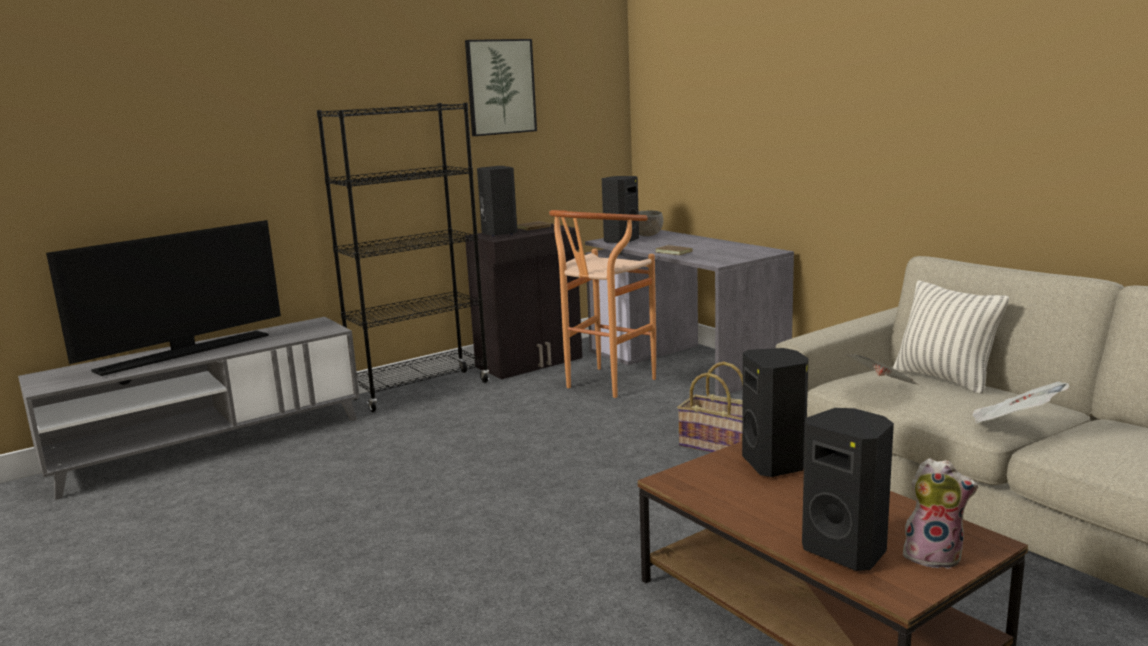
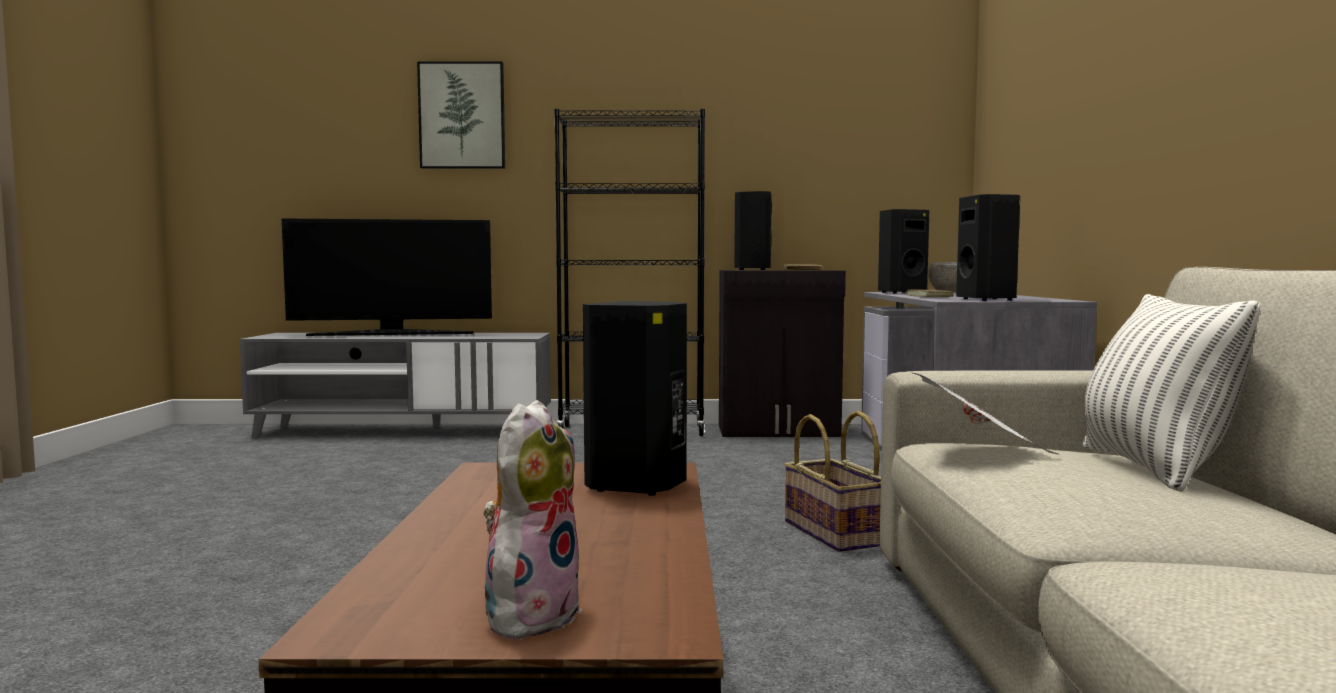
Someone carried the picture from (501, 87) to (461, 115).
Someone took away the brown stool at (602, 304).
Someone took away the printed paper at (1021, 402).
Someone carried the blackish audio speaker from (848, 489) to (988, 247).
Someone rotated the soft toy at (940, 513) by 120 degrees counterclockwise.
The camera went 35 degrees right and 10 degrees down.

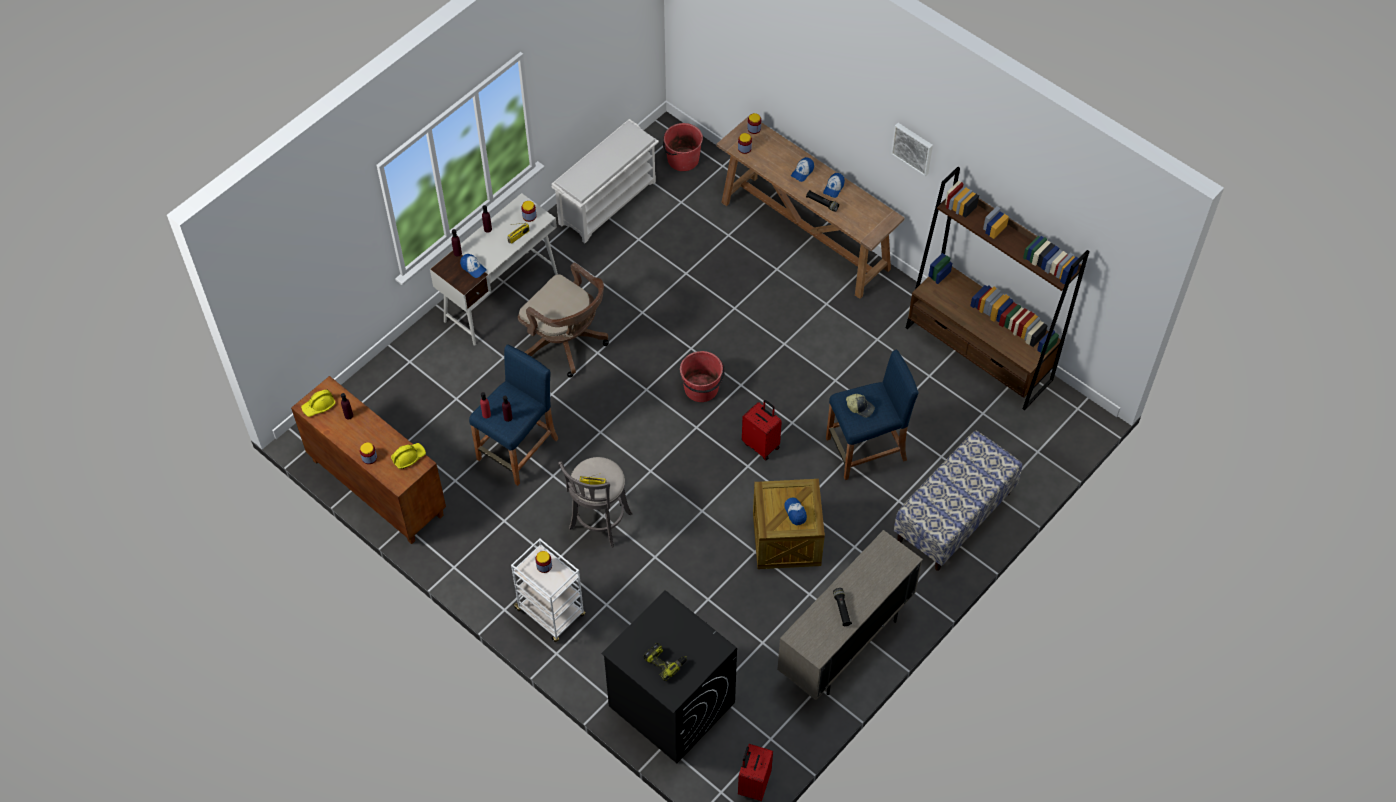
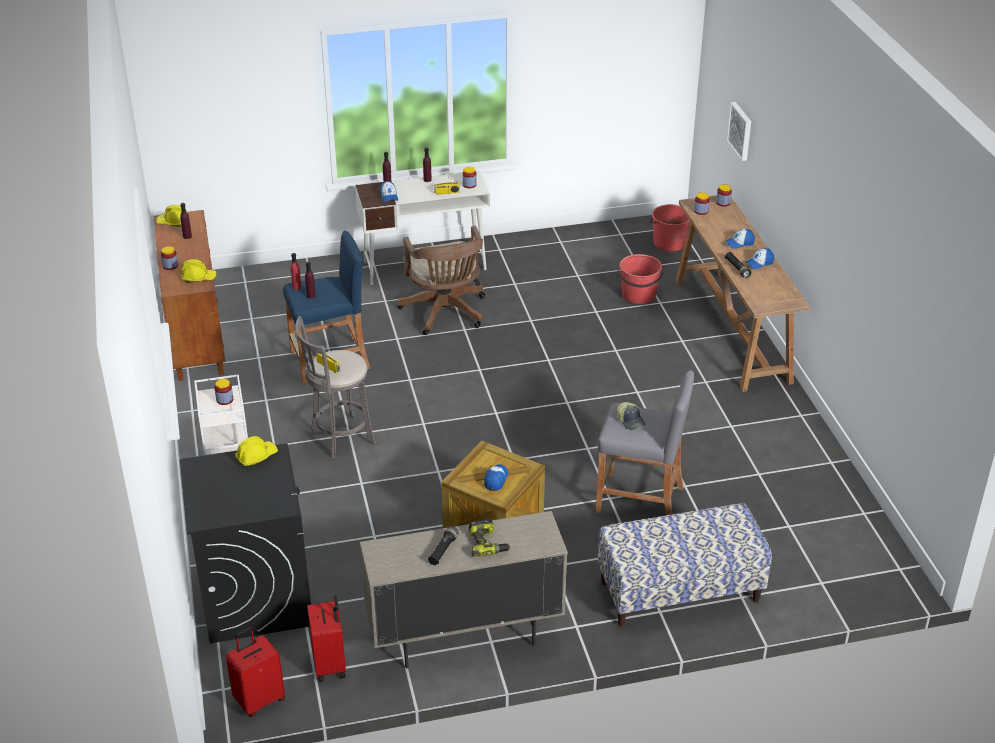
Someone took away the whitish shoe stand at (605, 181).
Someone carried the picture from (912, 149) to (739, 131).
Someone took away the brown bookshelf at (997, 288).
Someone repainted the bluish stool at (872, 414), which became the gray stool at (645, 442).
Someone carried the red pail from (702, 376) to (641, 279).
Someone carried the red piece of luggage from (762, 430) to (326, 638).
Someone carried the electric drill from (665, 662) to (490, 538).
Someone put down the yellow work helmet at (256, 451).
The camera went 35 degrees right and 20 degrees down.

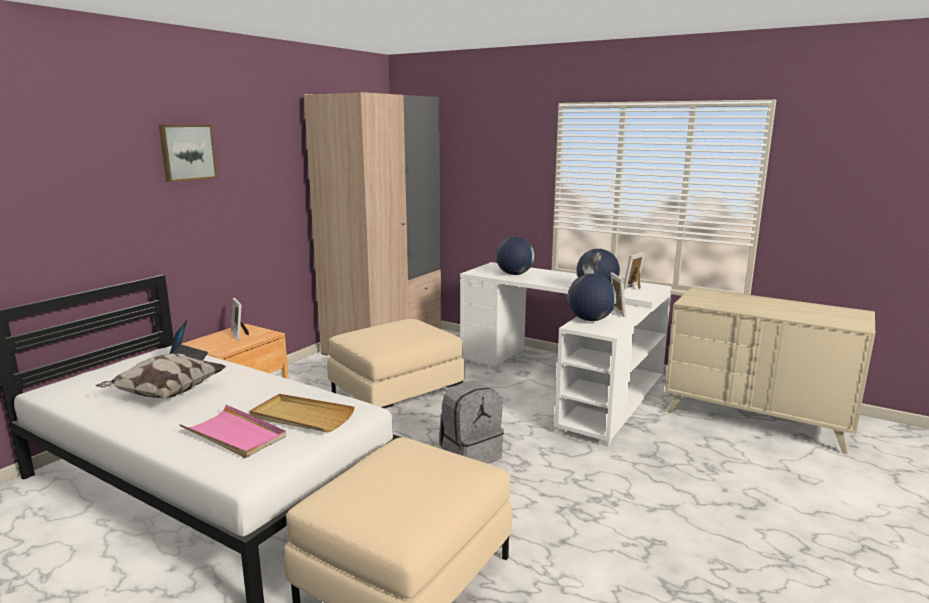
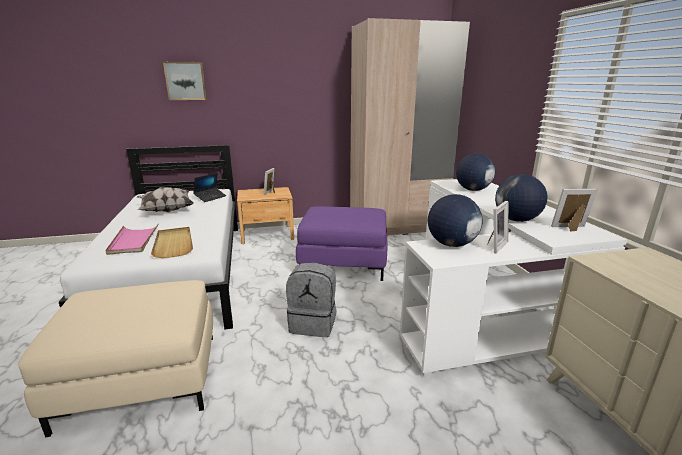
Someone carried the picture from (188, 153) to (184, 81).
Someone repainted the sand-coloured ottoman at (396, 363), which became the purplish ottoman at (341, 243).
The camera went 45 degrees right and 5 degrees up.

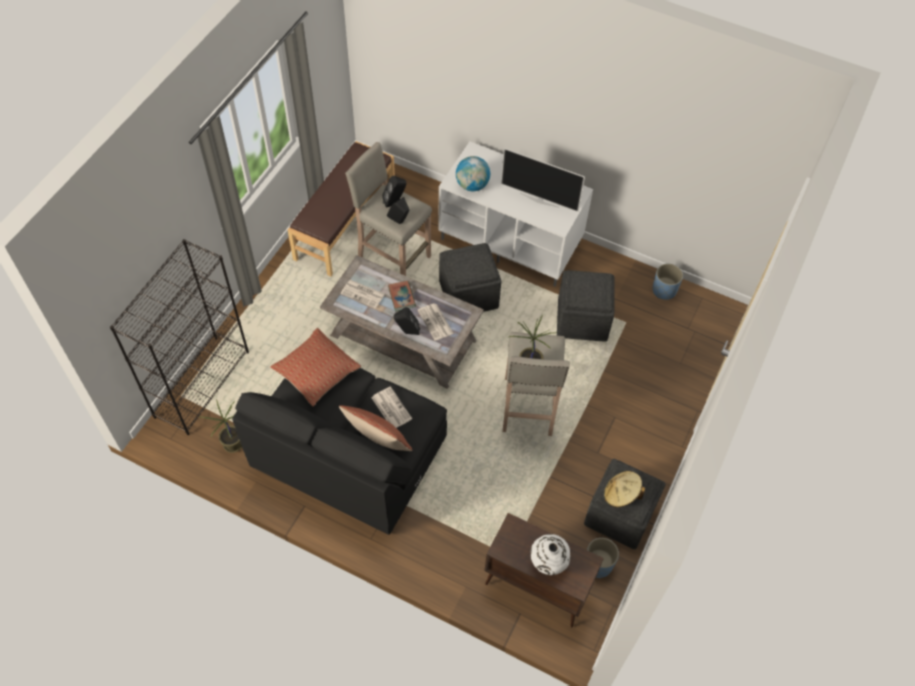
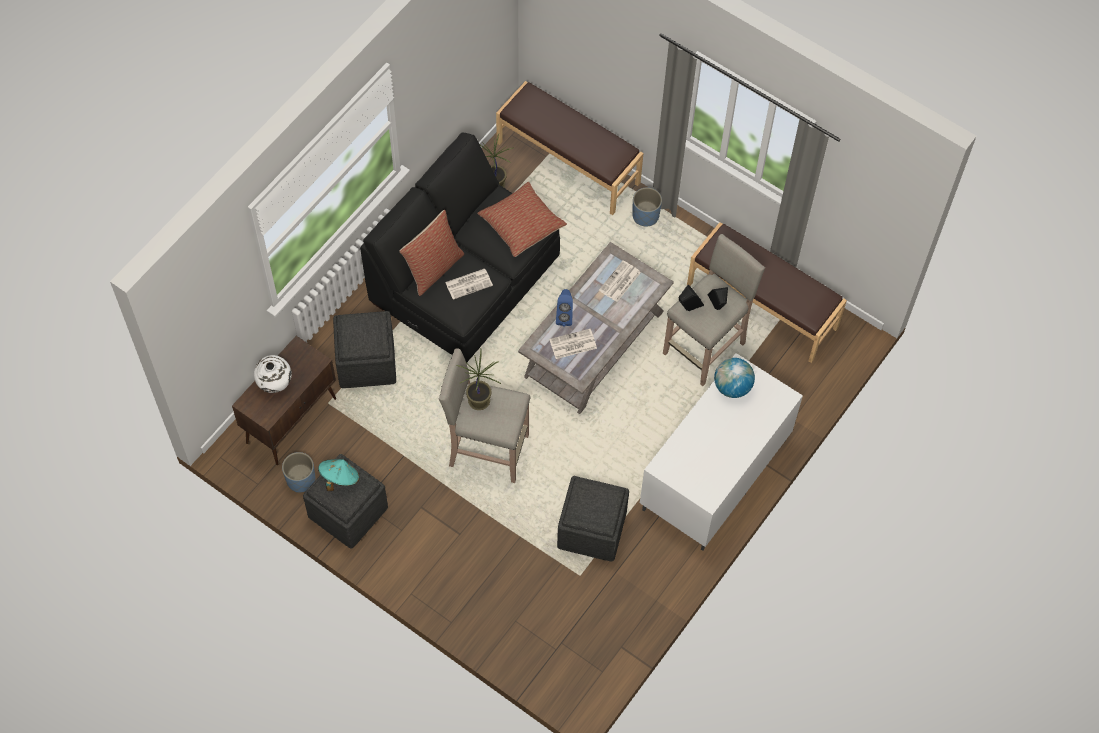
Someone took away the television at (543, 180).
Someone swapped the blackish bookshelf at (179, 337) for the brown long seat at (569, 148).
Someone carried the gray ottoman from (470, 277) to (364, 349).
Someone carried the bluish planter from (667, 282) to (647, 206).
Someone took away the volume at (402, 296).
Someone repainted the blackish audio speaker at (407, 321), which became the bluish audio speaker at (564, 308).
Someone repainted the sand-coloured hat at (624, 489), which became the blue-green hat at (338, 475).
The camera went 100 degrees right and 5 degrees up.

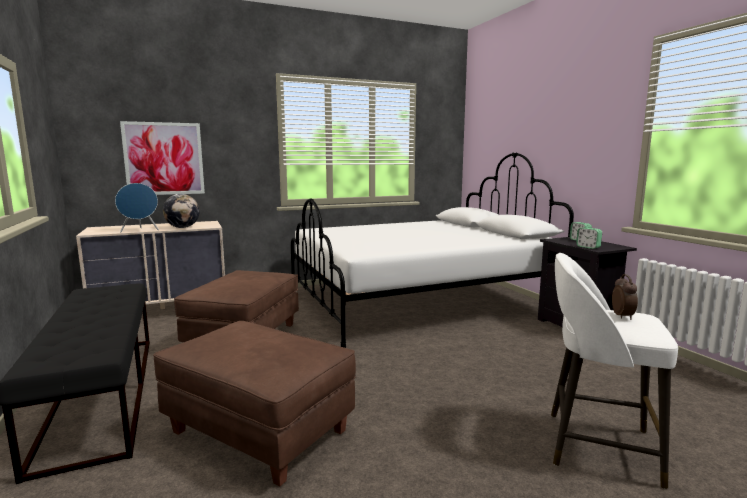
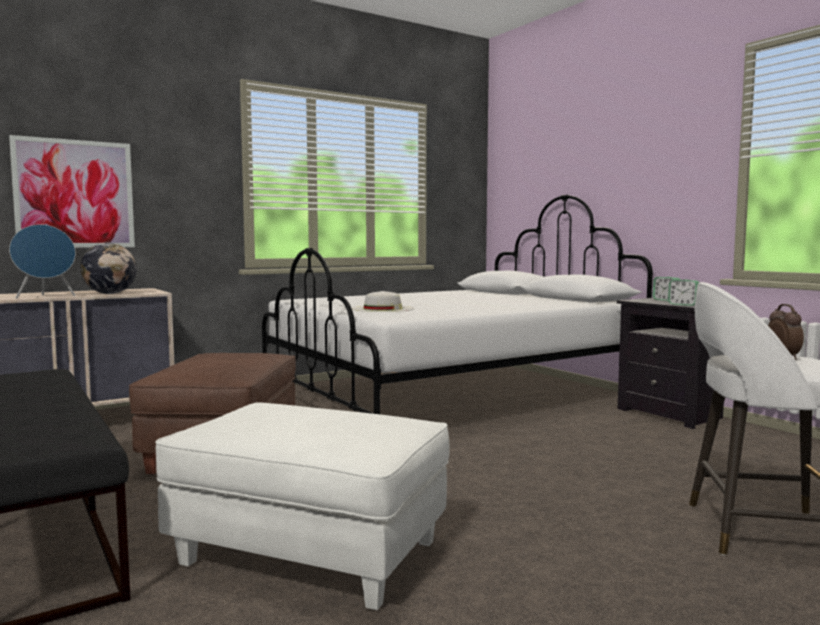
Someone repainted the brown ottoman at (254, 403), which became the whitish ottoman at (302, 506).
Someone put down the whitish hat at (383, 301).
The camera went 10 degrees left and 5 degrees down.

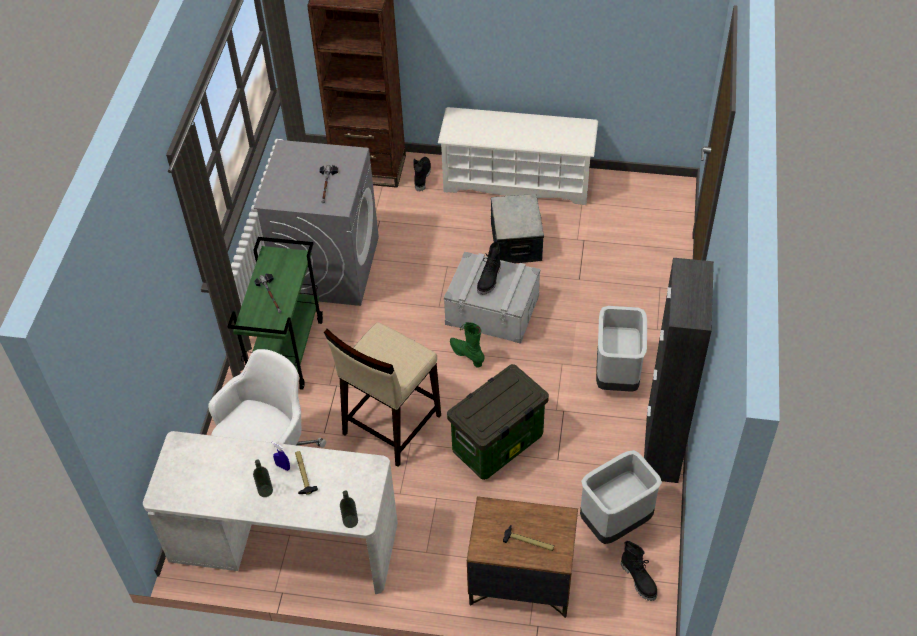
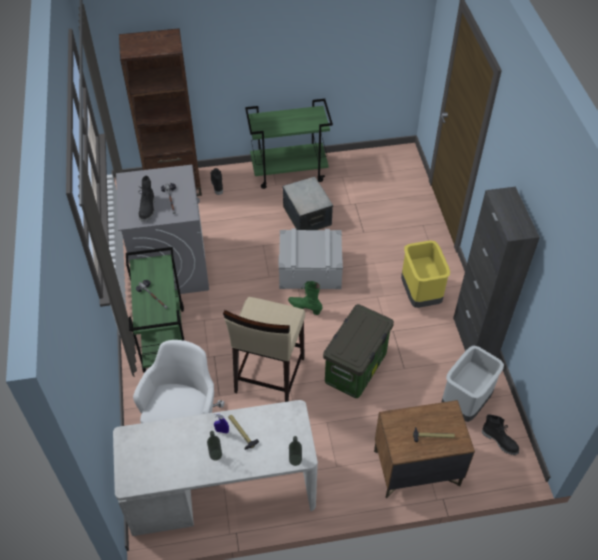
Someone swapped the whitish shoe stand at (518, 156) for the green wheeled cart at (289, 144).
Someone carried the blackish tall boot from (489, 268) to (146, 199).
Someone repainted the gray waste bin at (621, 349), which became the yellow waste bin at (425, 274).
The camera went 20 degrees left and 0 degrees up.

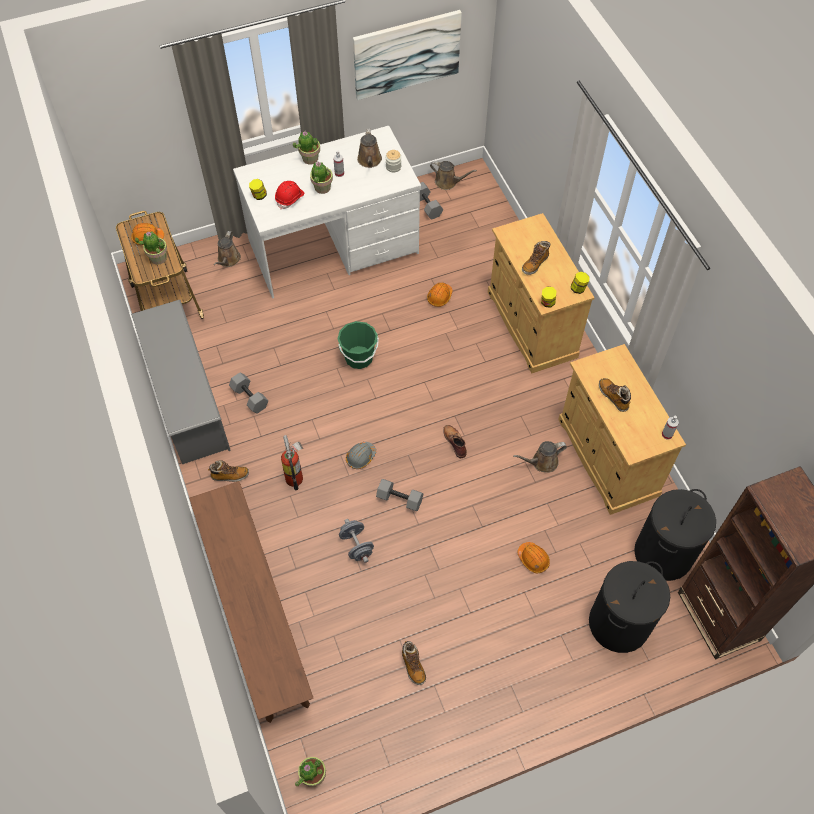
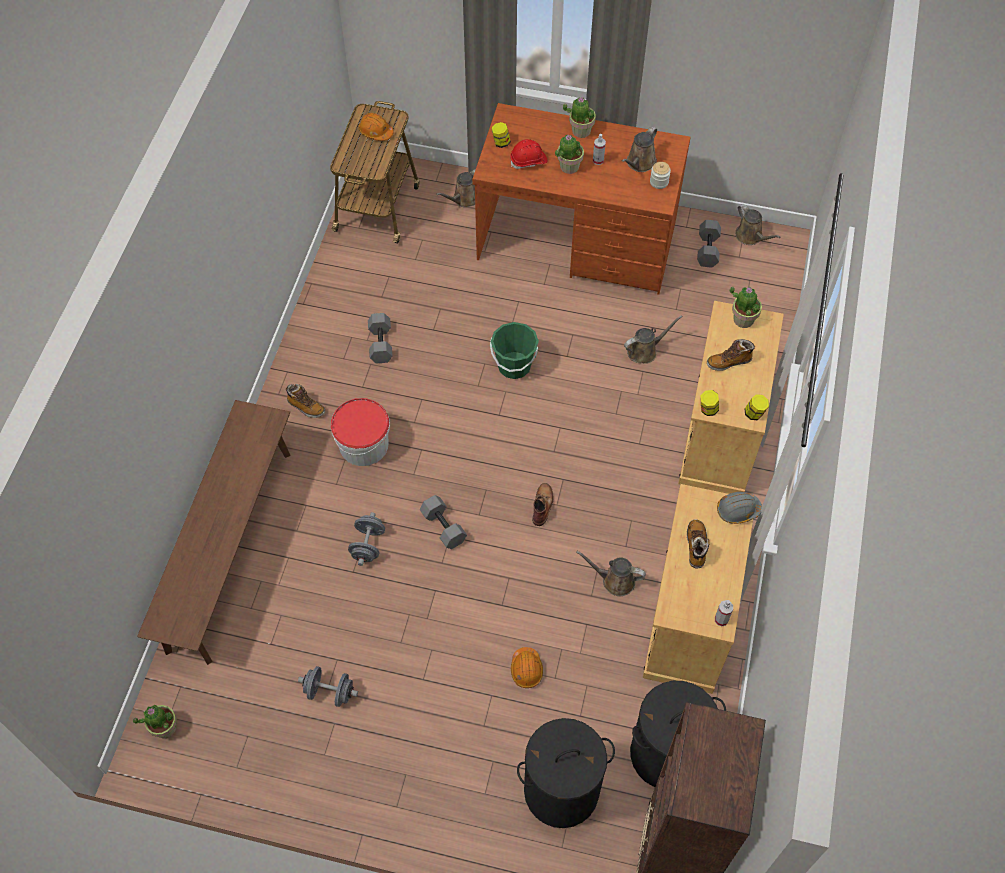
Someone took away the picture at (407, 55).
Someone repainted the whitish desk at (327, 212), which became the brown desk at (581, 199).
Someone carried the houseplant from (151, 248) to (746, 307).
Someone swapped the orange work helmet at (440, 295) for the brown watering pot at (653, 339).
Someone took away the gray shoe stand at (181, 382).
Someone swapped the fire extinguisher at (292, 462) for the pail at (360, 432).
Someone carried the gray work helmet from (361, 455) to (739, 508).
Someone swapped the tall boot at (414, 663) for the gray dumbbell at (328, 686).
The camera went 35 degrees right and 0 degrees up.

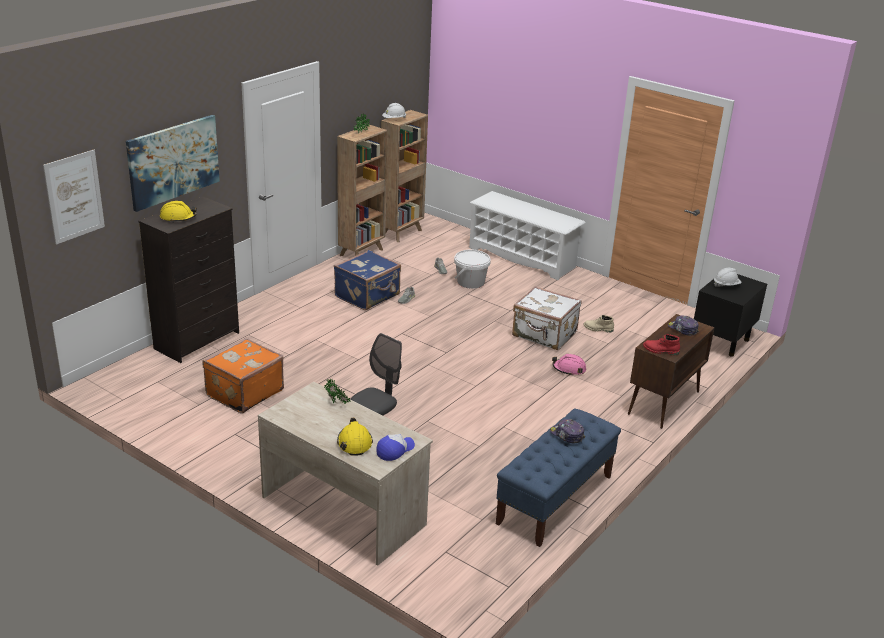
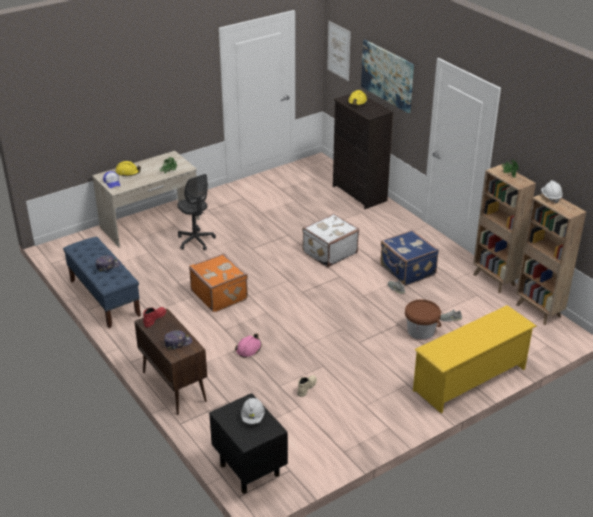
Someone repainted the whitish shoe stand at (527, 235), which became the yellow shoe stand at (475, 359).
Someone repainted the whitish pail at (472, 269), which became the brown pail at (423, 319).
Someone carried the whitish piece of luggage from (546, 318) to (330, 240).
Someone carried the orange piece of luggage from (243, 376) to (218, 282).
The camera went 110 degrees right and 5 degrees up.

